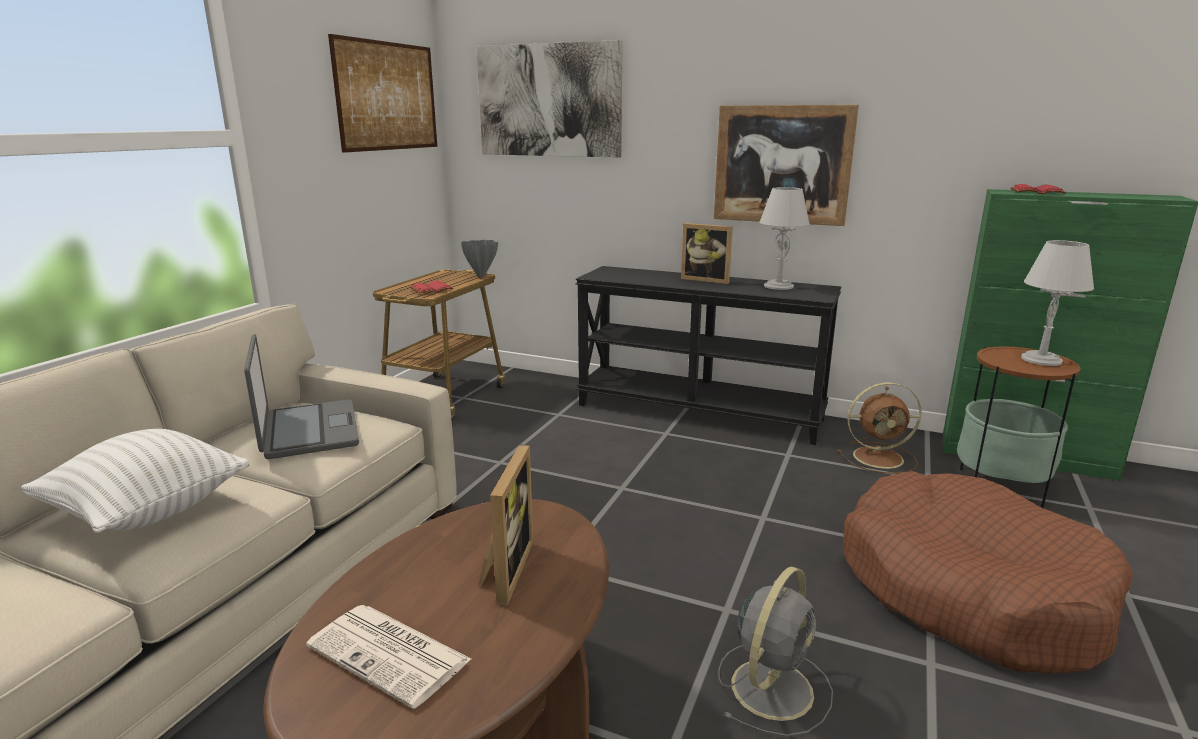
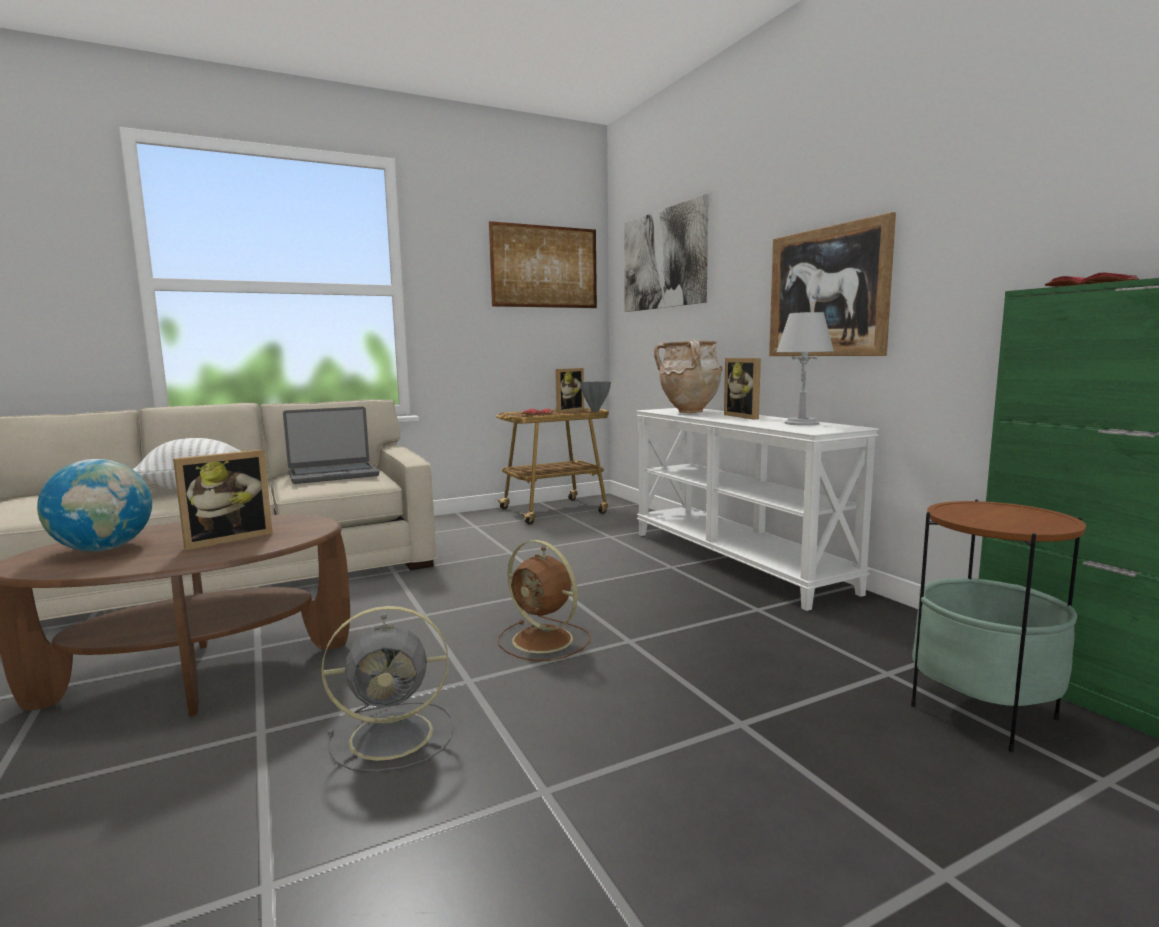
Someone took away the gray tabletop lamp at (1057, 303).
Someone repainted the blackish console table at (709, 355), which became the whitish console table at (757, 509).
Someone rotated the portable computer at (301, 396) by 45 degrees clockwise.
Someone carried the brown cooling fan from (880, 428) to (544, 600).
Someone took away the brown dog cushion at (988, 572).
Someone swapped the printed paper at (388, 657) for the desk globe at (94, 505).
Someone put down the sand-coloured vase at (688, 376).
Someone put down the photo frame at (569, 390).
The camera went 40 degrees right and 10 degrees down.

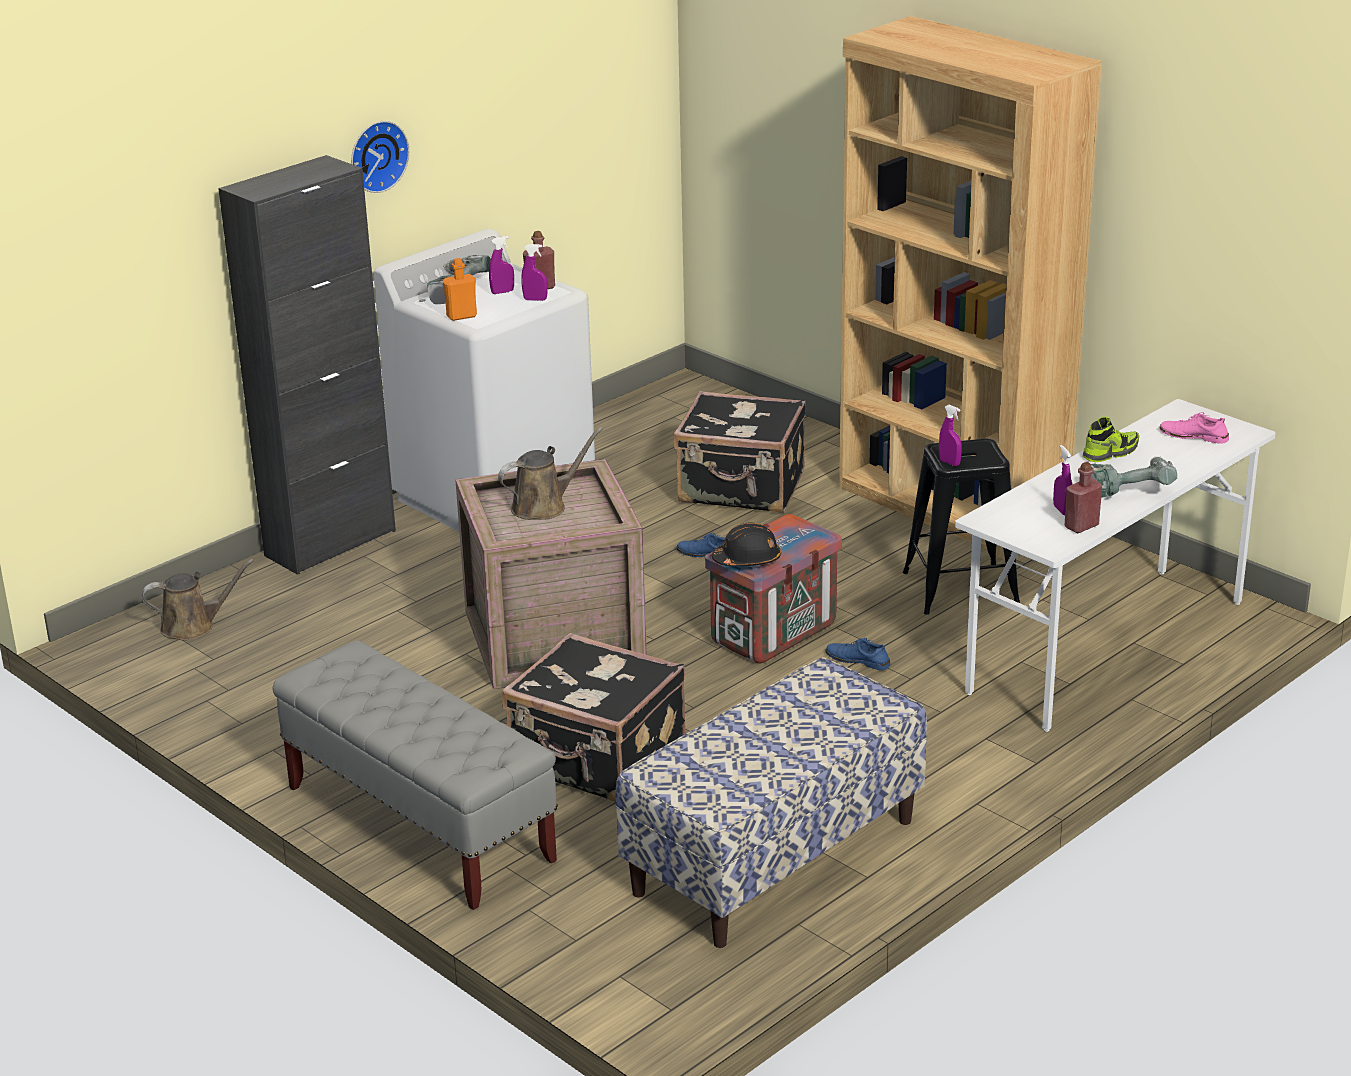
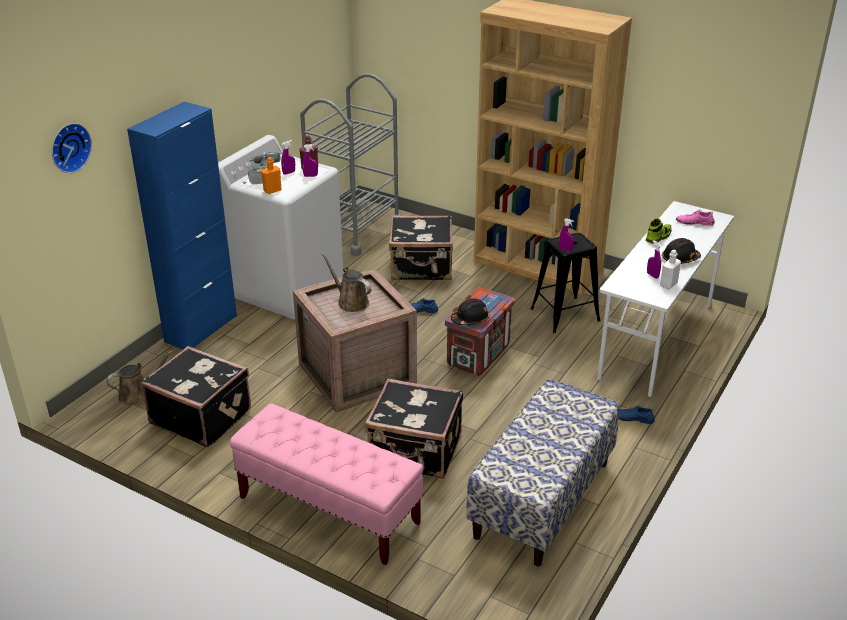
Someone carried the clock on the wall from (380, 157) to (72, 148).
Someone repainted the blackish storage cabinet at (307, 365), which became the bluish storage cabinet at (182, 226).
Someone rotated the brown watering pot at (550, 473) by 90 degrees counterclockwise.
Someone swapped the electric drill at (1134, 477) for the blackish work helmet at (681, 251).
Someone repainted the red drink bottle at (1083, 497), which became the whitish drink bottle at (670, 269).
Someone carried the bluish shoe from (857, 654) to (637, 415).
Someone repainted the gray long seat at (415, 775), which became the pinkish long seat at (326, 484).
Someone put down the gray wheeled cart at (350, 165).
Someone put down the blackish piece of luggage at (196, 396).
The camera went 15 degrees left and 5 degrees up.

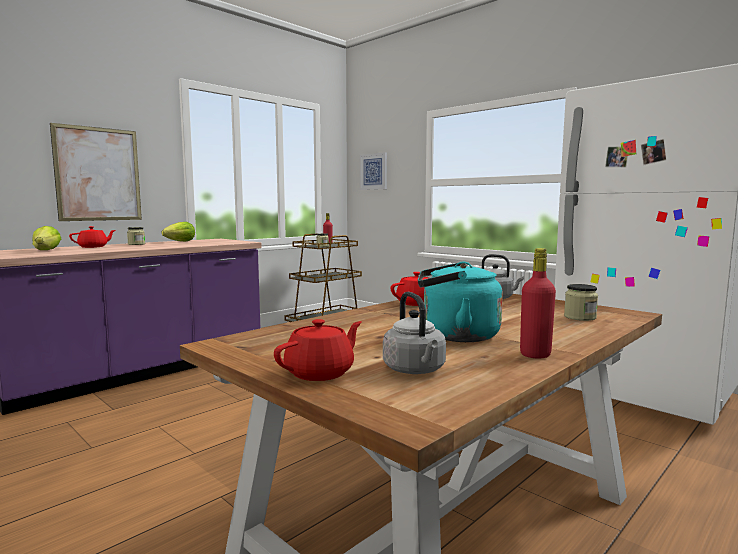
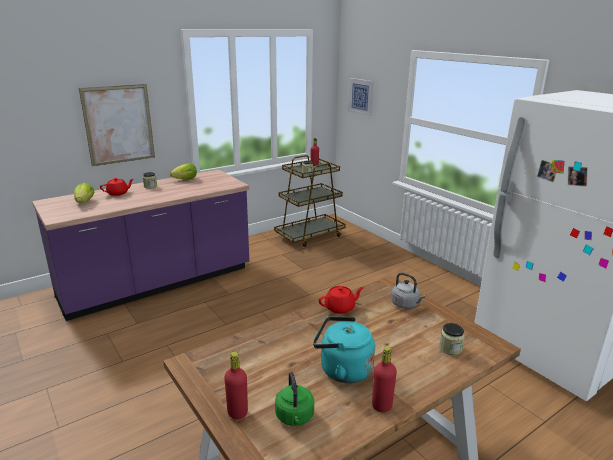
Someone repainted the gray water kettle at (414, 333), which became the green water kettle at (294, 399).
Someone swapped the red pot for tea at (318, 350) for the red drink bottle at (236, 386).
The camera went 10 degrees right and 15 degrees up.

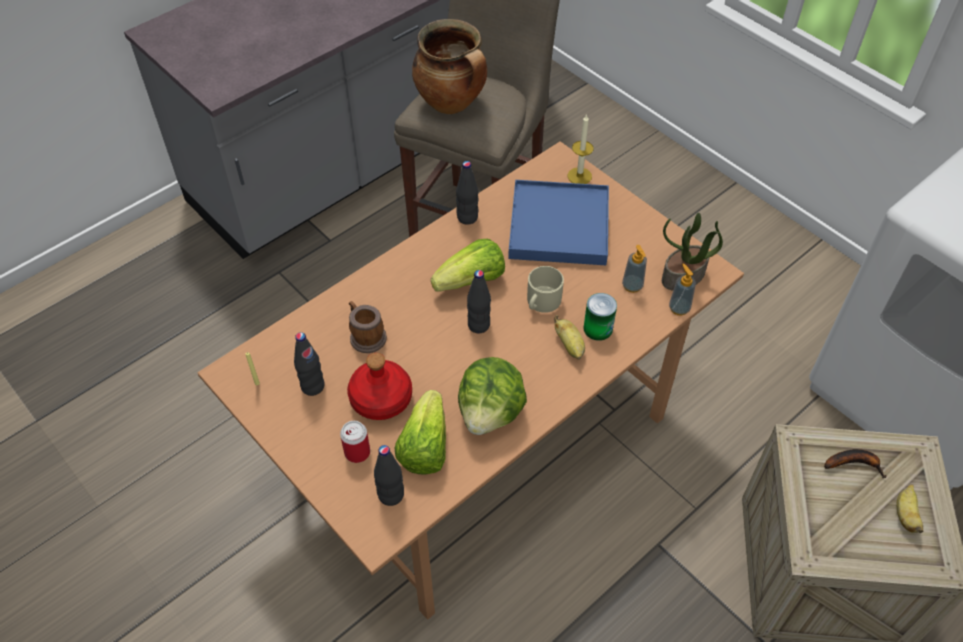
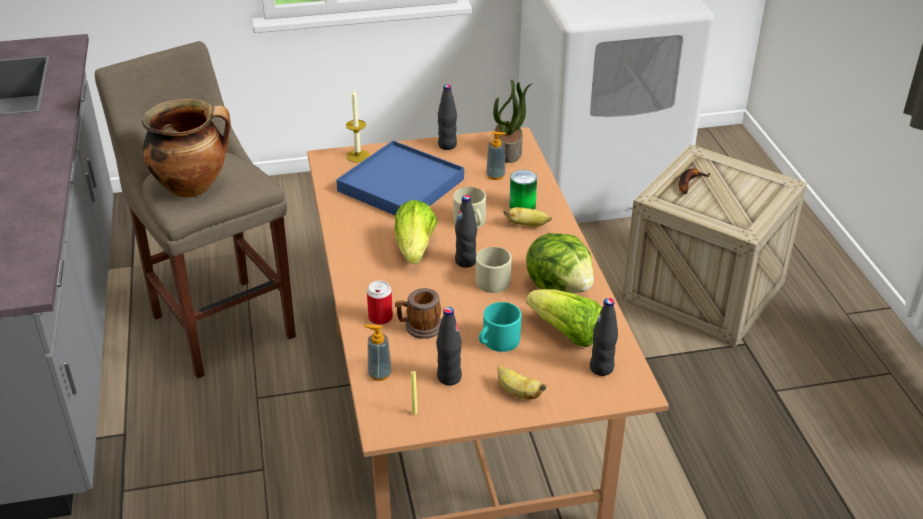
Someone carried the blackish drink bottle from (467, 193) to (447, 117).
Someone carried the soap dispenser from (682, 289) to (378, 353).
Someone swapped the red drink bottle at (379, 386) for the blue-green tea mug at (500, 327).
Someone carried the sealed can from (355, 442) to (380, 303).
Someone carried the banana fruit from (910, 508) to (521, 382).
Someone put down the sand-coloured tea mug at (494, 270).
The camera went 60 degrees left and 15 degrees down.

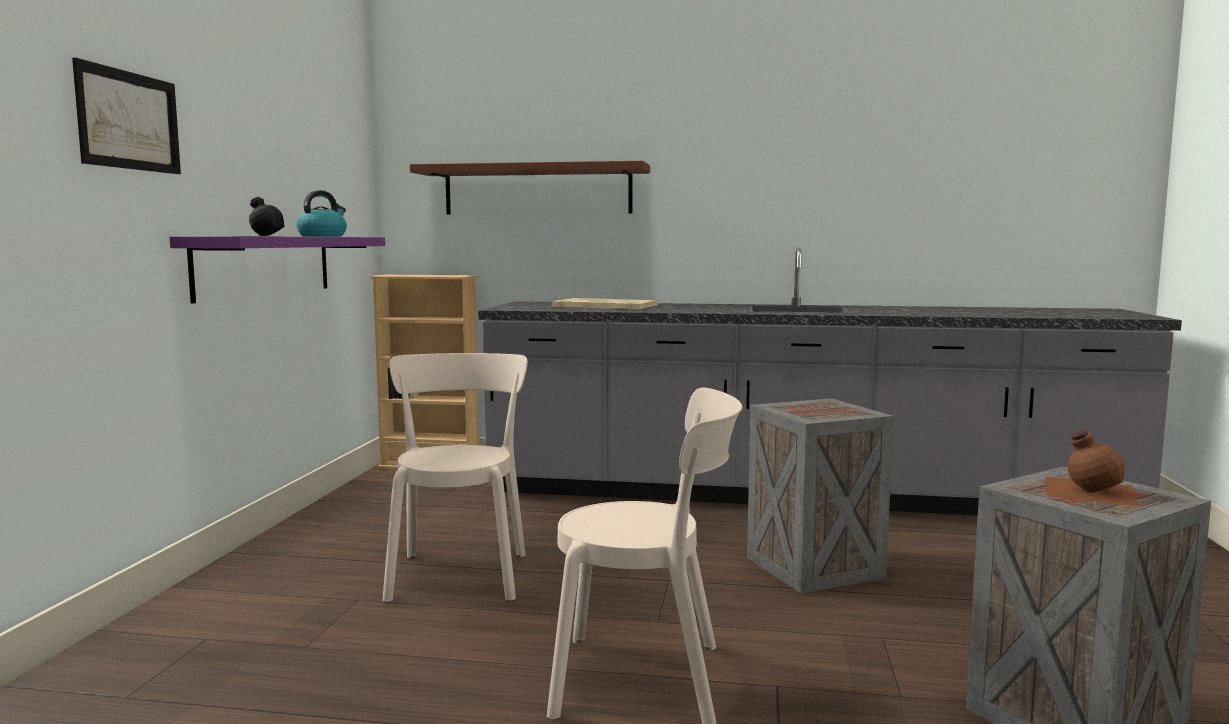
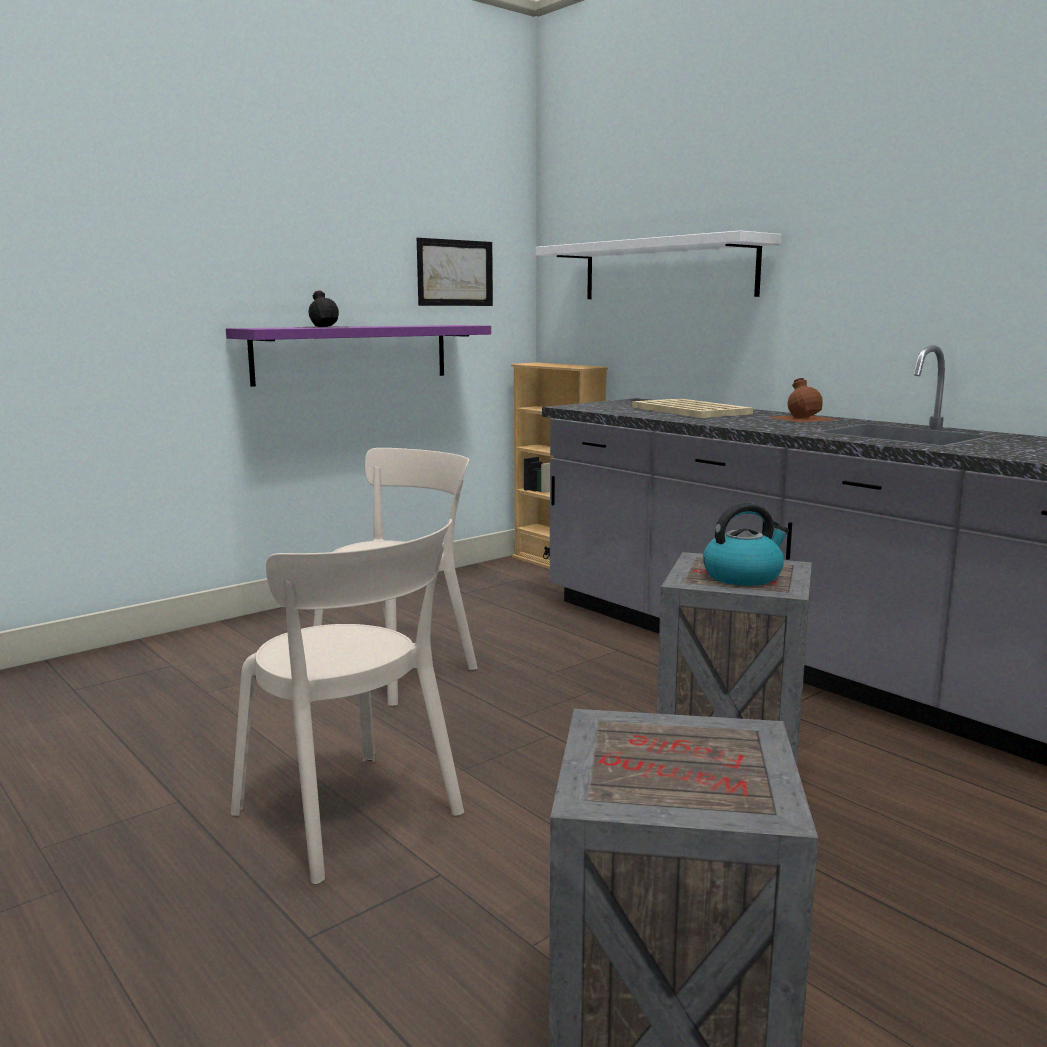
Someone carried the picture from (126, 116) to (455, 272).
Someone repainted the brown wall shelf at (530, 187), which became the whitish wall shelf at (659, 264).
Someone carried the water kettle from (321, 213) to (746, 544).
Someone carried the brown drink bottle from (1092, 468) to (803, 400).
The camera went 40 degrees right and 5 degrees up.

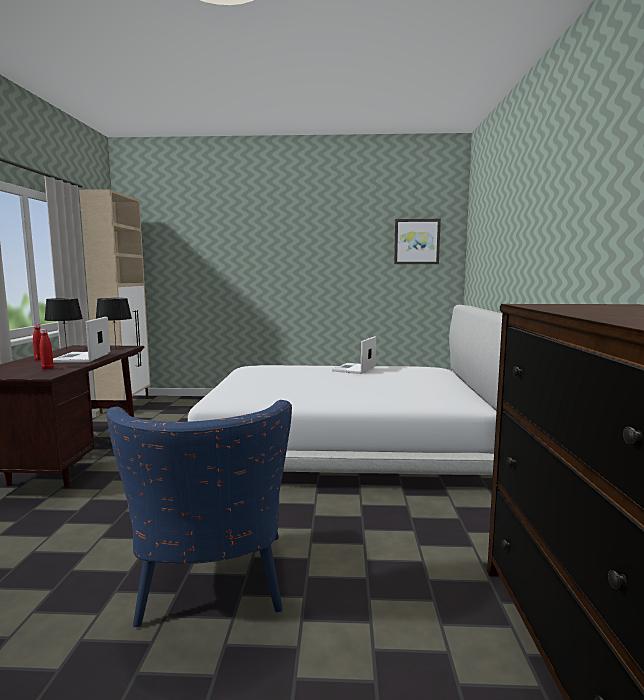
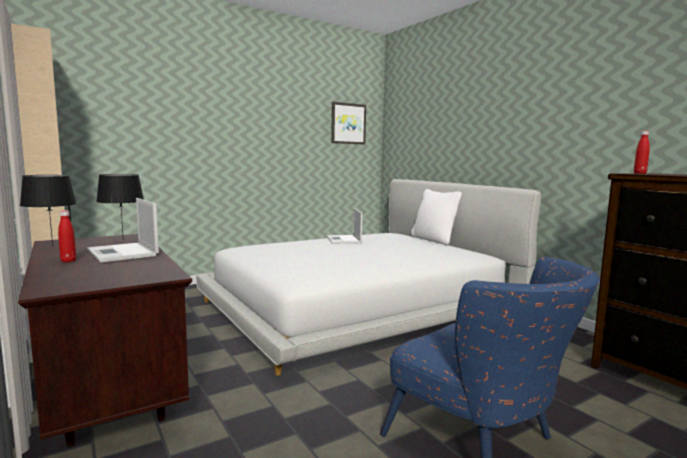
Someone carried the red drink bottle from (46, 349) to (642, 152).
Someone put down the whitish pillow at (436, 217).
The camera went 35 degrees left and 0 degrees up.

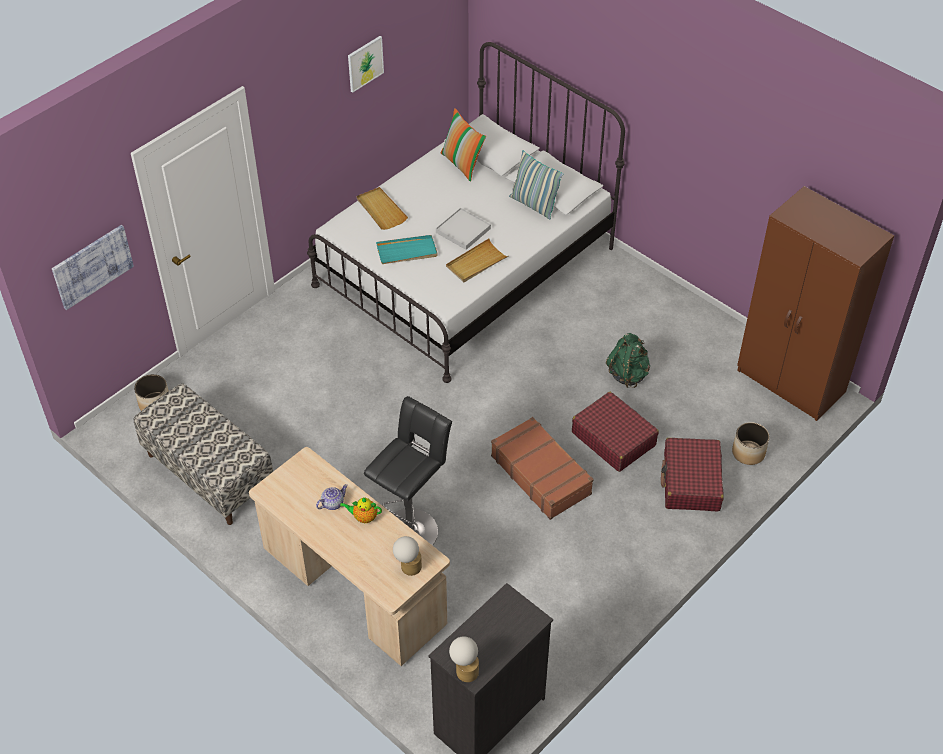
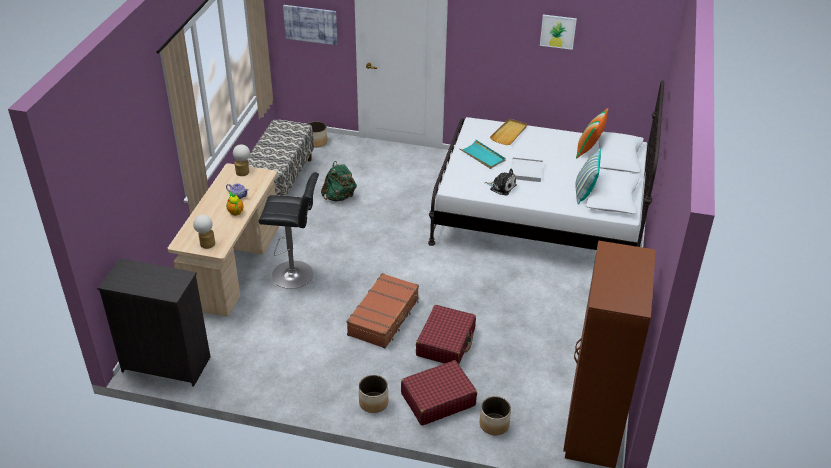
Someone swapped the sand-coloured carrying tray at (477, 261) for the soft toy at (501, 182).
Someone carried the green rucksack from (628, 360) to (339, 181).
Someone carried the tabletop lamp from (464, 659) to (241, 160).
Someone put down the planter at (373, 394).
The camera went 60 degrees right and 10 degrees down.

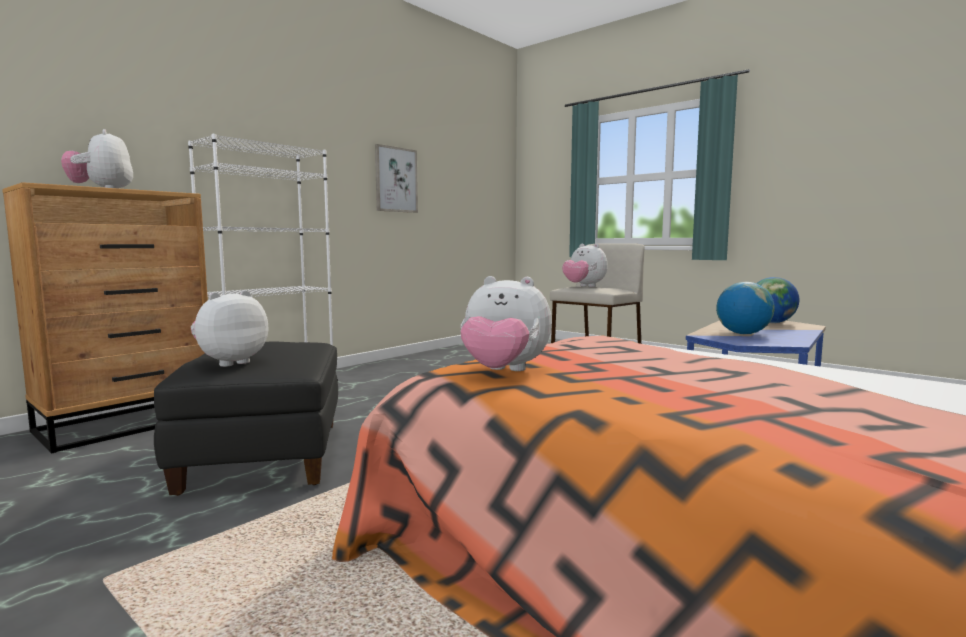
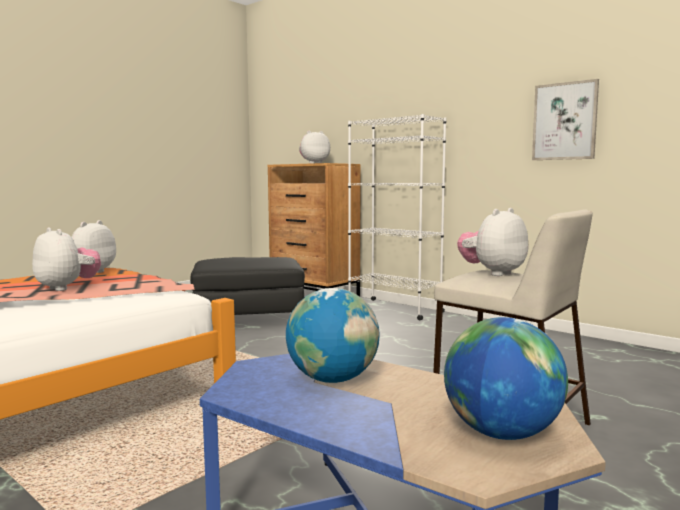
Someone carried the soft toy from (229, 328) to (66, 259).
The camera went 90 degrees right and 0 degrees up.

